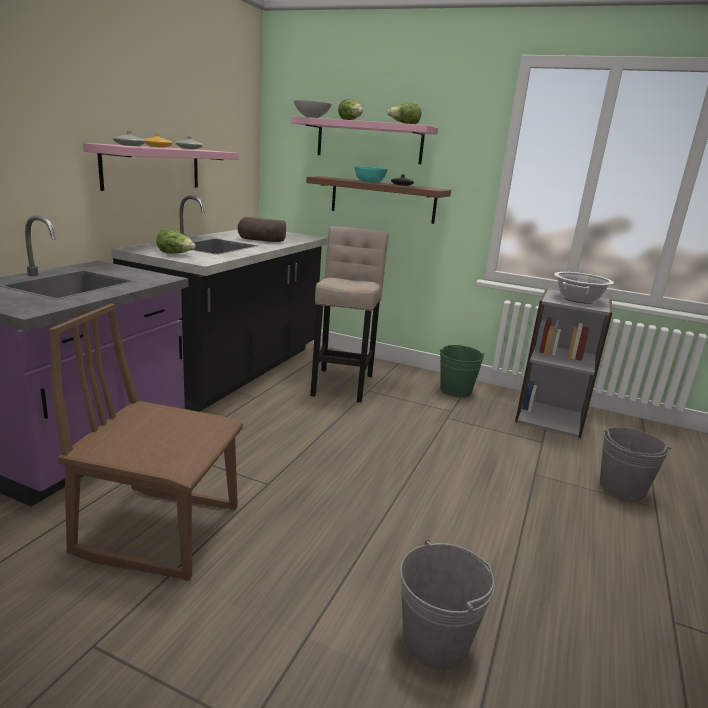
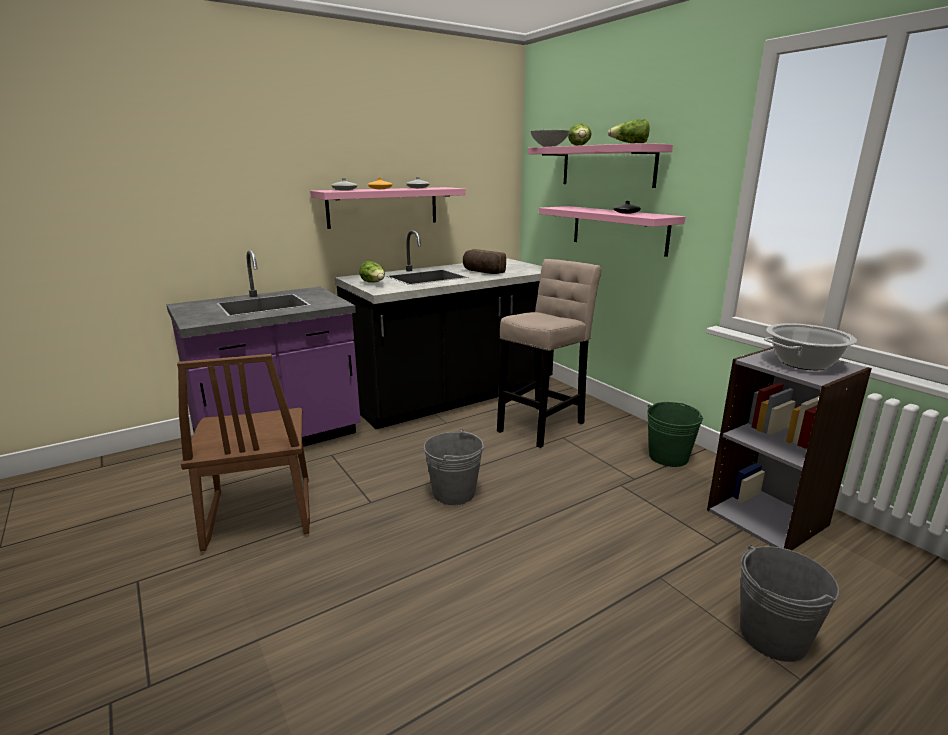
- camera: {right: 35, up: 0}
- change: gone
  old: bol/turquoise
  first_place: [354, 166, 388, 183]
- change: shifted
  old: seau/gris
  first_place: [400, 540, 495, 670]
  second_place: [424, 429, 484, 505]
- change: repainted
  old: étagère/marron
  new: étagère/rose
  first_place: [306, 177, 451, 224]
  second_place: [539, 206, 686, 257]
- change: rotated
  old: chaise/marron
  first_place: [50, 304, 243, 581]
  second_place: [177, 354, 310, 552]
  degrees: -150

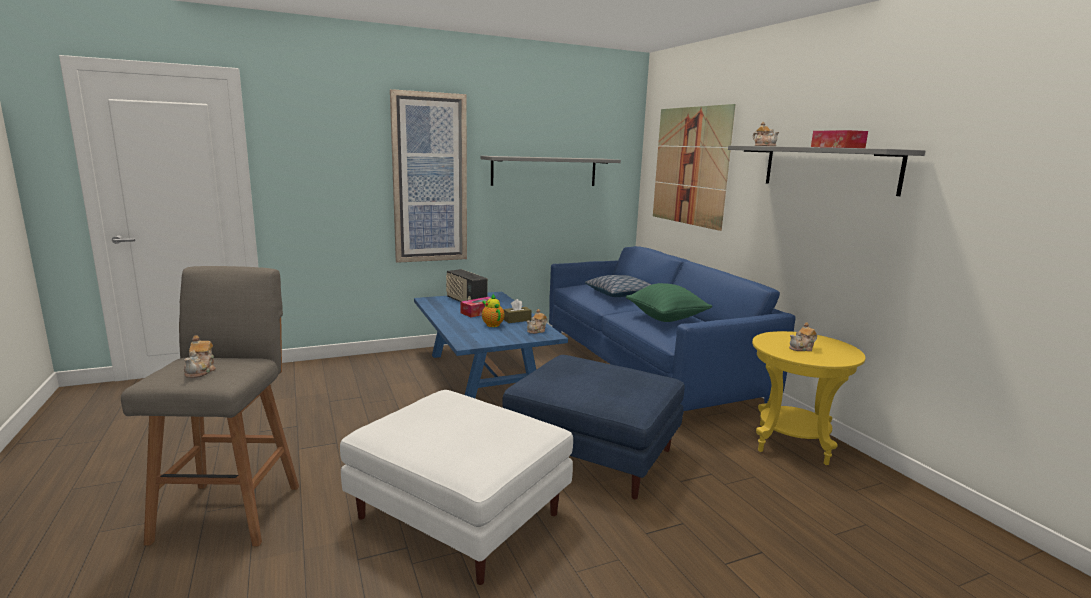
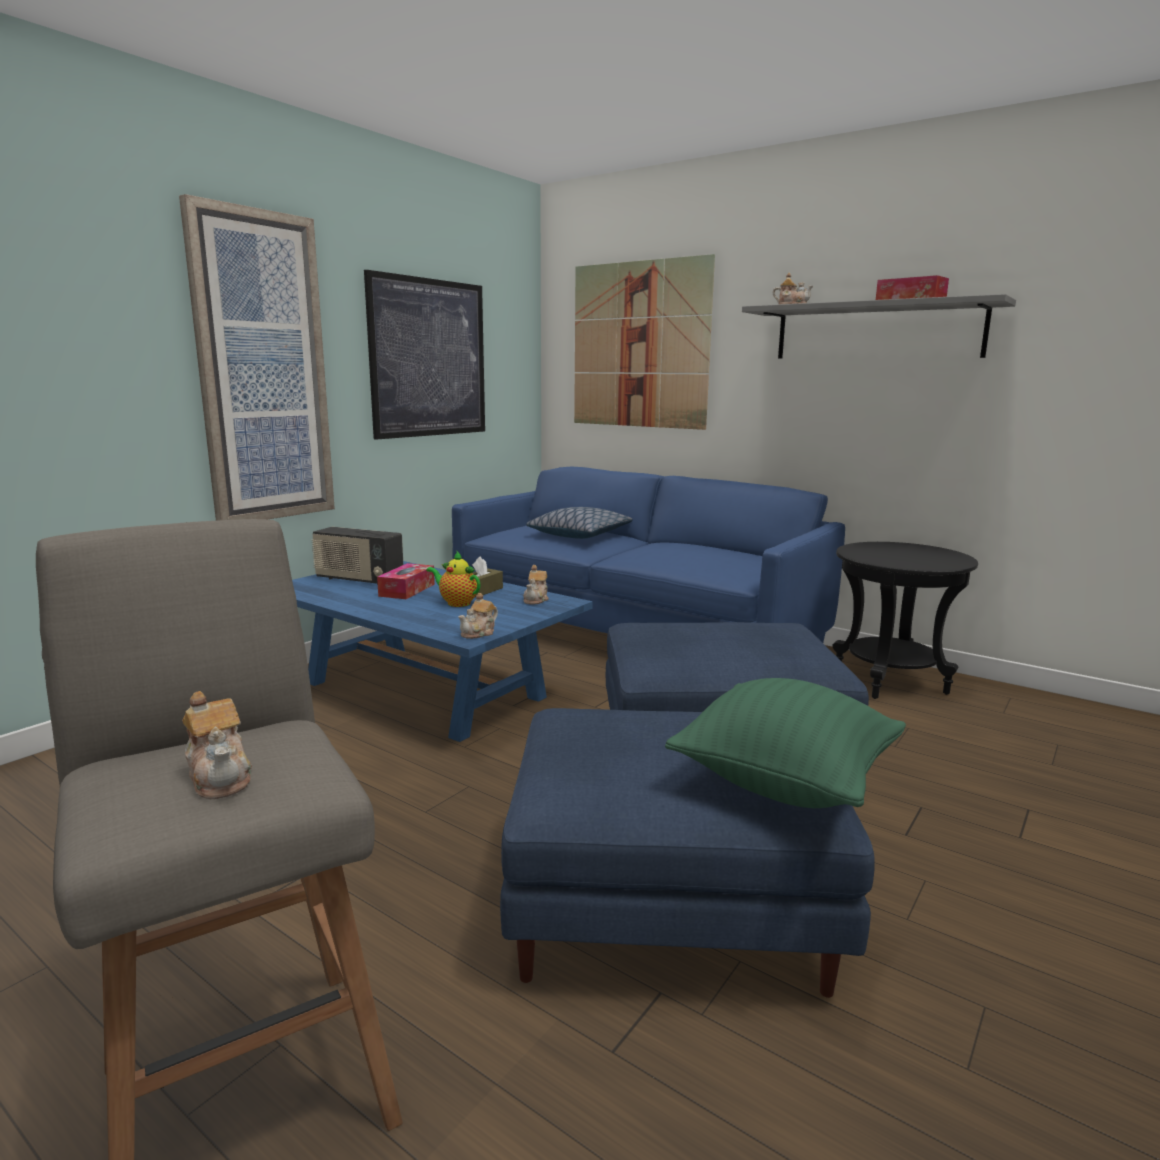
- camera: {right: -30, up: 0}
- change: shifted
  old: coussin/vert
  first_place: [626, 283, 712, 322]
  second_place: [665, 678, 906, 808]
- change: shifted
  old: théière
  first_place: [789, 322, 817, 351]
  second_place: [458, 593, 498, 639]
- change: swapped
  old: étagère/gris
  new: tableau
  first_place: [480, 156, 621, 186]
  second_place: [364, 270, 485, 440]
- change: repainted
  old: pouf/blanc
  new: pouf/bleu
  first_place: [340, 390, 573, 585]
  second_place: [500, 708, 875, 998]
- change: repainted
  old: table d'appoint/jaune
  new: table d'appoint/noir
  first_place: [752, 331, 866, 465]
  second_place: [833, 542, 978, 699]

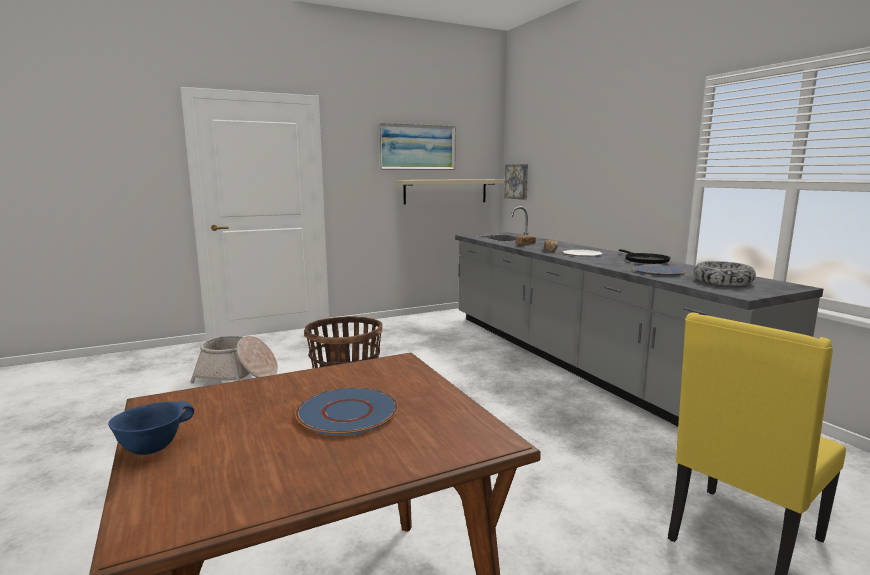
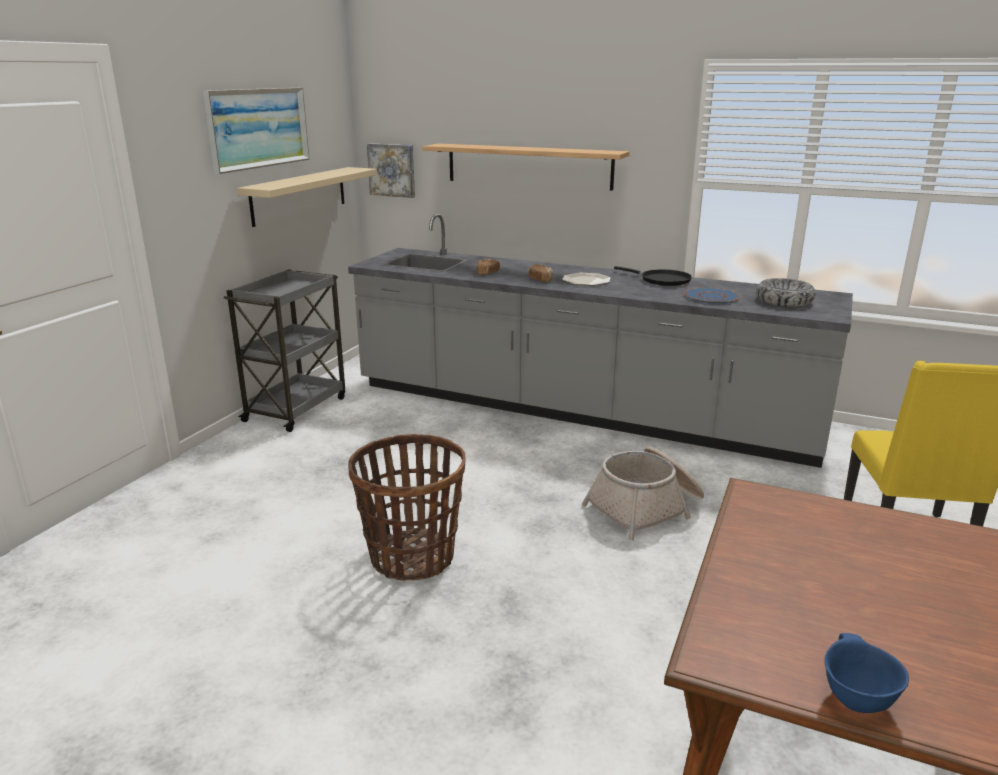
- camera: {right: -40, up: 10}
- change: gone
  old: assiette/bleu
  first_place: [295, 387, 398, 436]
- change: new
  new: chariot/gris
  second_place: [224, 269, 345, 432]
- change: new
  new: étagère
  second_place: [422, 143, 630, 191]
- change: shifted
  old: panier
  first_place: [190, 336, 278, 384]
  second_place: [582, 447, 704, 540]

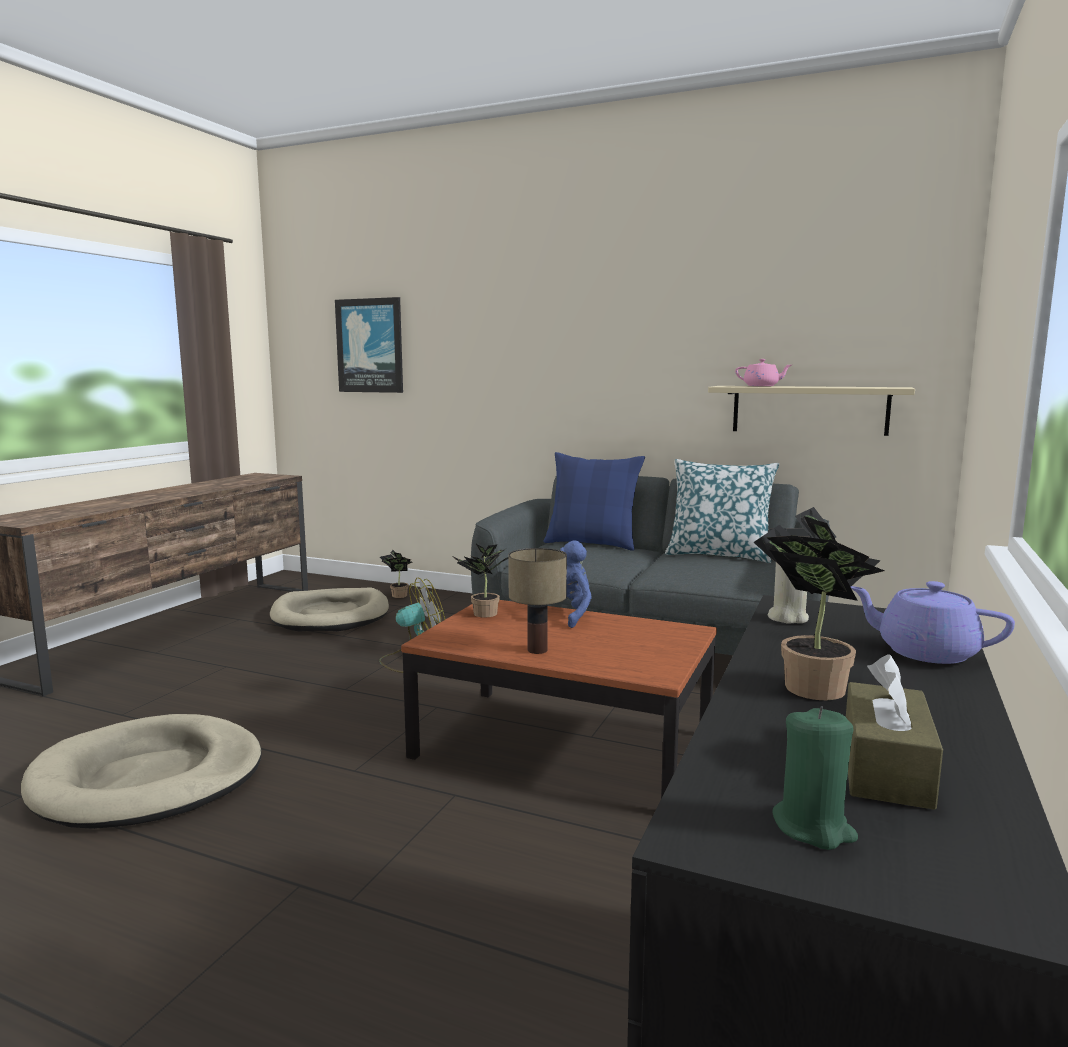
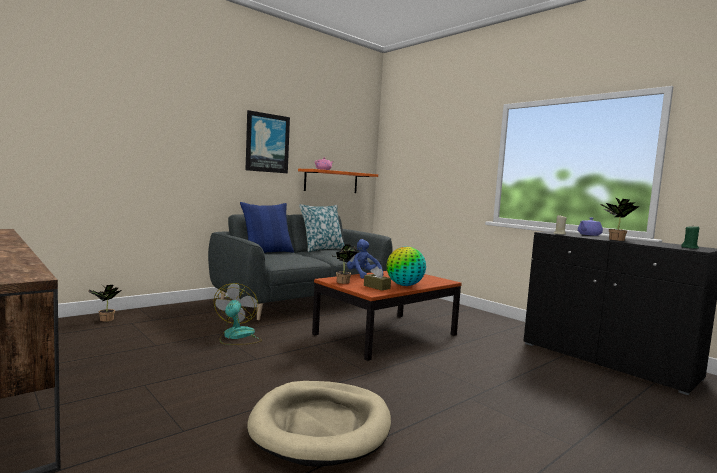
- camera: {right: -65, up: -5}
- change: gone
  old: panier pour chien/beige
  first_place: [270, 587, 389, 632]
- change: shifted
  old: tableau
  first_place: [335, 297, 403, 393]
  second_place: [246, 110, 290, 173]
- change: shifted
  old: boîte à mouchoirs/marron
  first_place: [846, 654, 943, 810]
  second_place: [364, 266, 391, 291]
- change: swapped
  old: lampe de table
  new: globe
  first_place: [508, 548, 567, 654]
  second_place: [387, 247, 426, 286]
- change: repainted
  old: étagère/beige
  new: étagère/orange
  first_place: [708, 386, 915, 436]
  second_place: [298, 169, 378, 193]

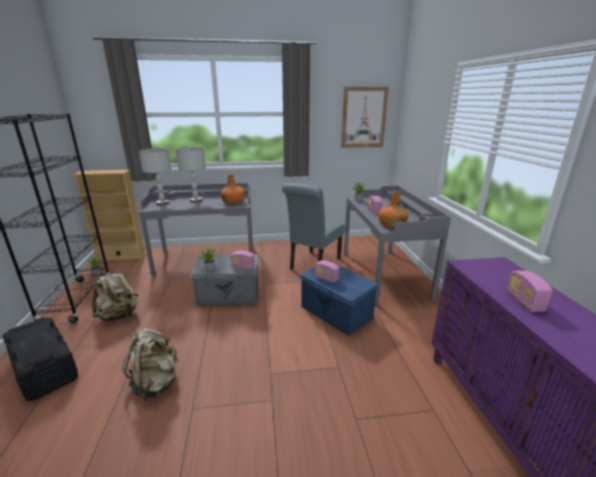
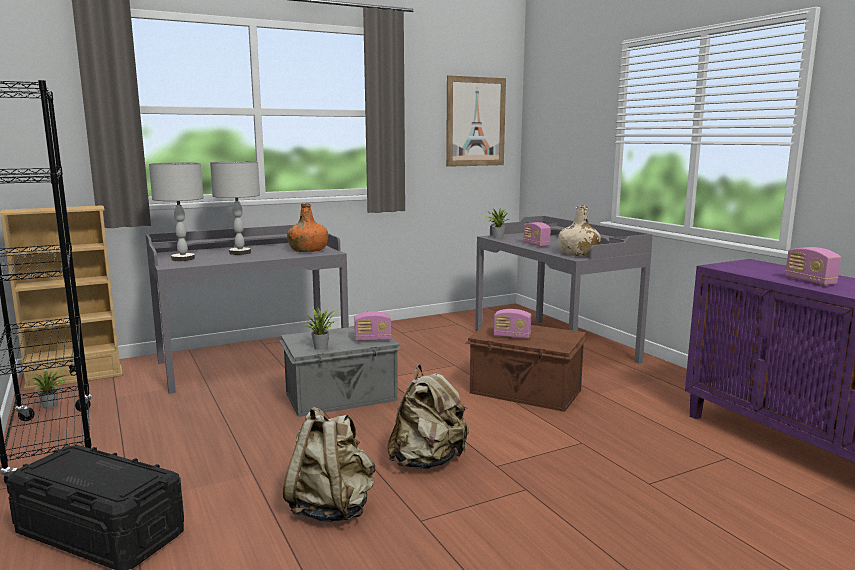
- camera: {right: -20, up: -10}
- change: gone
  old: chaise/gris
  first_place: [282, 183, 345, 271]
- change: shifted
  old: sac à dos/beige
  first_place: [92, 268, 139, 321]
  second_place: [387, 364, 469, 469]
- change: repainted
  old: boîte de rangement/bleu
  new: boîte de rangement/marron
  first_place: [298, 266, 379, 336]
  second_place: [466, 320, 588, 412]
- change: repainted
  old: bouteille/orange
  new: bouteille/beige
  first_place: [378, 192, 409, 228]
  second_place: [558, 205, 601, 256]

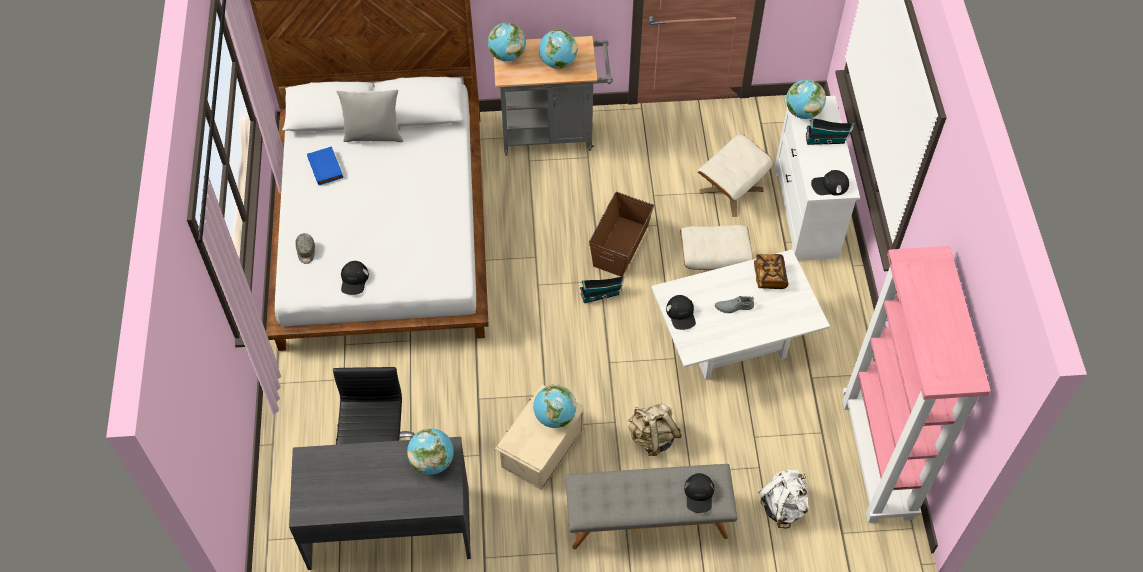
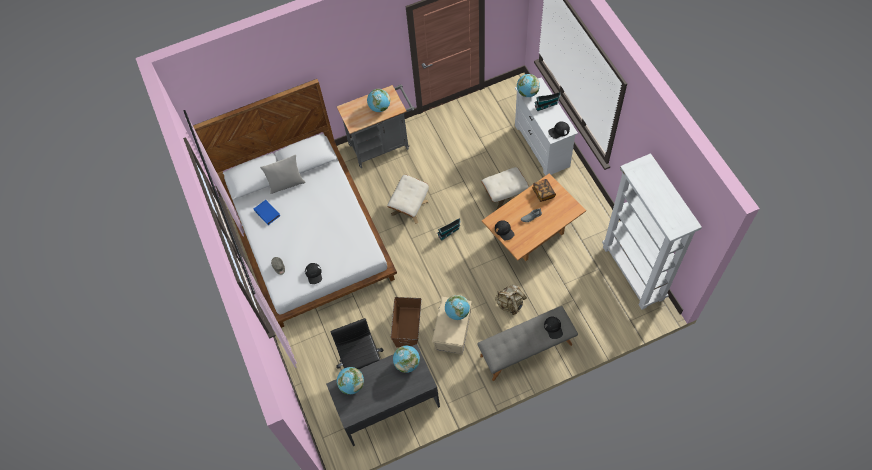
- camera: {right: -15, up: 5}
- change: gone
  old: sac à dos/blanc
  first_place: [758, 470, 809, 529]
- change: shifted
  old: globe
  first_place: [488, 23, 526, 61]
  second_place: [337, 367, 364, 395]
- change: shifted
  old: boîte de rangement/marron
  first_place: [589, 192, 654, 277]
  second_place: [391, 297, 422, 348]
- change: shifted
  old: pouf/beige
  first_place: [698, 134, 773, 217]
  second_place: [387, 175, 429, 224]
- change: repainted
  old: table basse/blanc
  new: table basse/marron
  first_place: [652, 250, 830, 380]
  second_place: [482, 173, 586, 261]
- change: repainted
  old: bibliothèque/rose
  new: bibliothèque/blanc
  first_place: [842, 246, 991, 523]
  second_place: [602, 153, 702, 310]

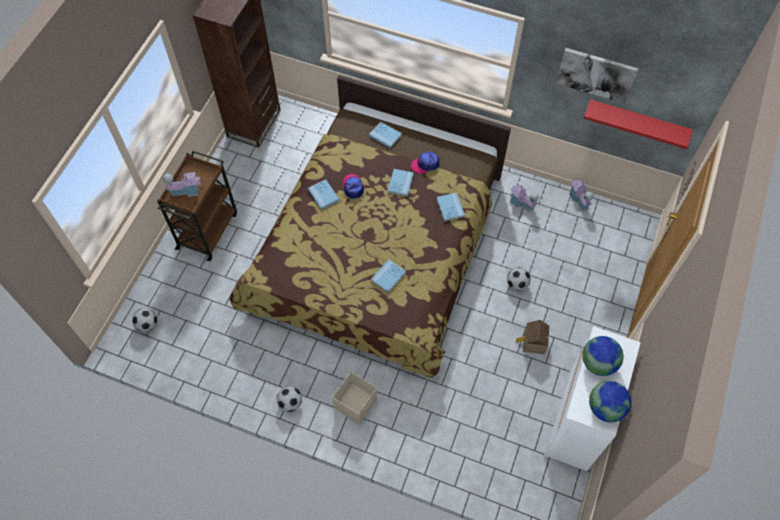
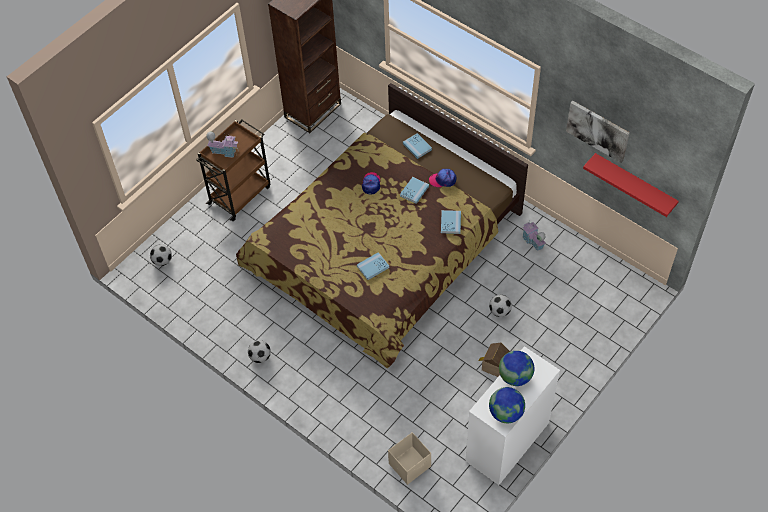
- camera: {right: 20, up: -5}
- change: gone
  old: livre/bleu
  first_place: [308, 180, 339, 210]
- change: gone
  old: maison miniature
  first_place: [570, 177, 593, 210]
- change: shifted
  old: boîte de rangement/beige
  first_place: [332, 371, 377, 425]
  second_place: [388, 432, 431, 485]

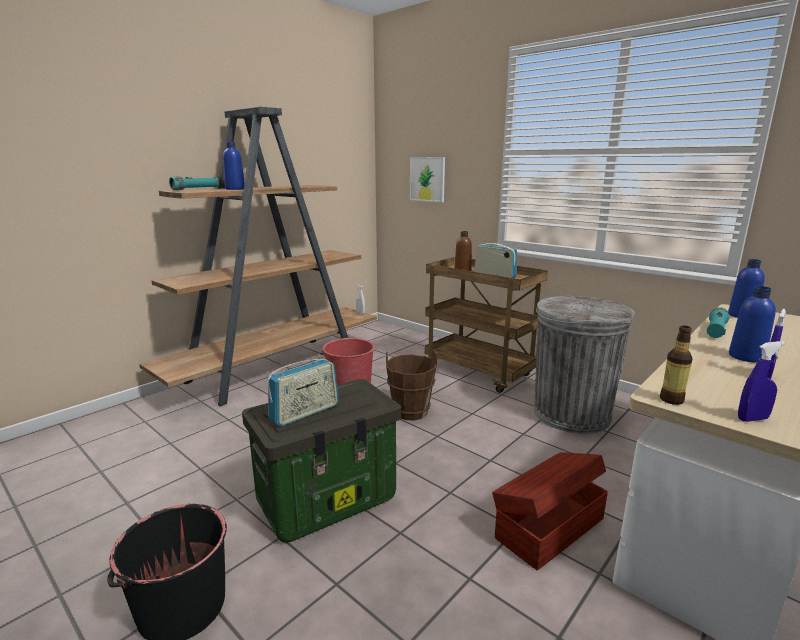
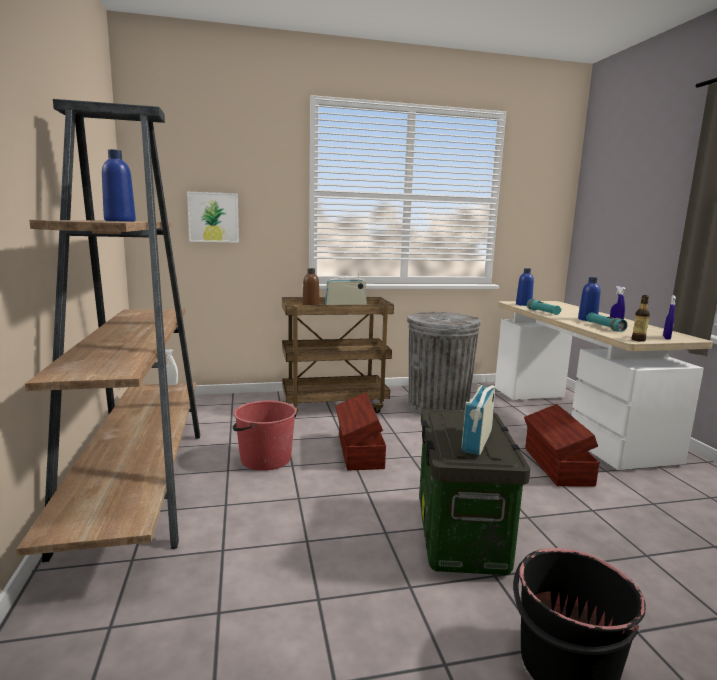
- camera: {right: -55, up: -5}
- change: shifted
  old: lampe de poche/turquoise
  first_place: [169, 176, 218, 190]
  second_place: [586, 312, 628, 332]
- change: swapped
  old: seau/marron
  new: boîte de rangement/marron
  first_place: [386, 349, 437, 421]
  second_place: [335, 392, 386, 470]
- change: rotated
  old: radio
  first_place: [268, 359, 339, 427]
  second_place: [461, 377, 496, 455]
  degrees: -150

